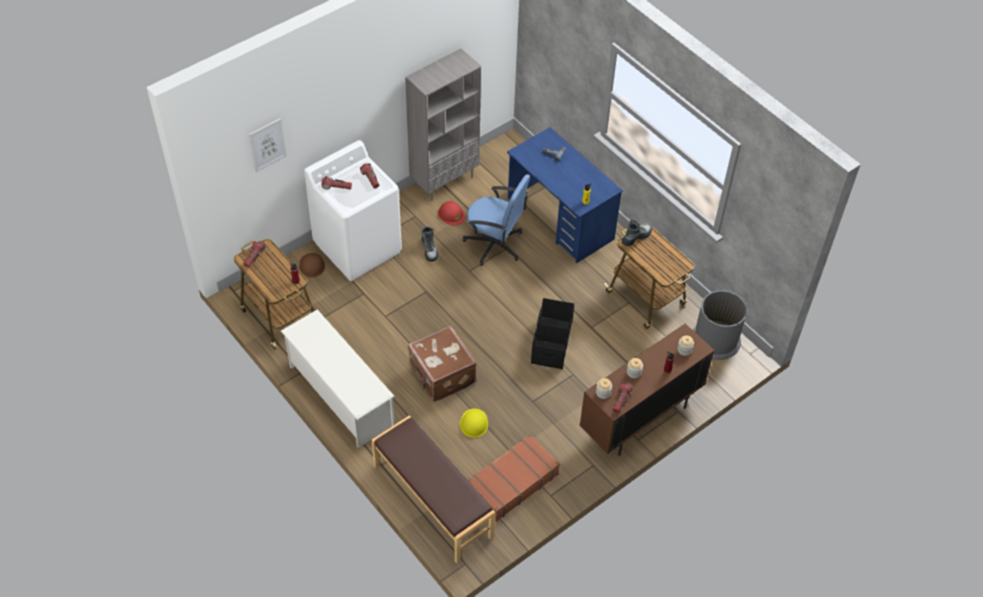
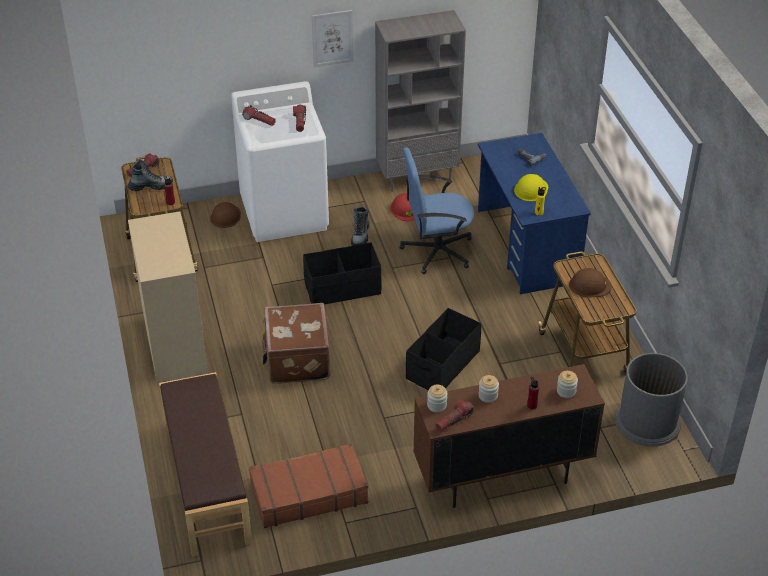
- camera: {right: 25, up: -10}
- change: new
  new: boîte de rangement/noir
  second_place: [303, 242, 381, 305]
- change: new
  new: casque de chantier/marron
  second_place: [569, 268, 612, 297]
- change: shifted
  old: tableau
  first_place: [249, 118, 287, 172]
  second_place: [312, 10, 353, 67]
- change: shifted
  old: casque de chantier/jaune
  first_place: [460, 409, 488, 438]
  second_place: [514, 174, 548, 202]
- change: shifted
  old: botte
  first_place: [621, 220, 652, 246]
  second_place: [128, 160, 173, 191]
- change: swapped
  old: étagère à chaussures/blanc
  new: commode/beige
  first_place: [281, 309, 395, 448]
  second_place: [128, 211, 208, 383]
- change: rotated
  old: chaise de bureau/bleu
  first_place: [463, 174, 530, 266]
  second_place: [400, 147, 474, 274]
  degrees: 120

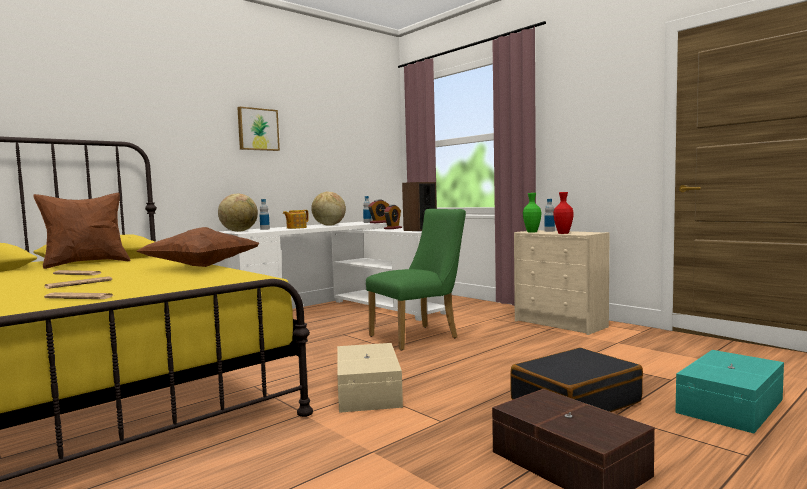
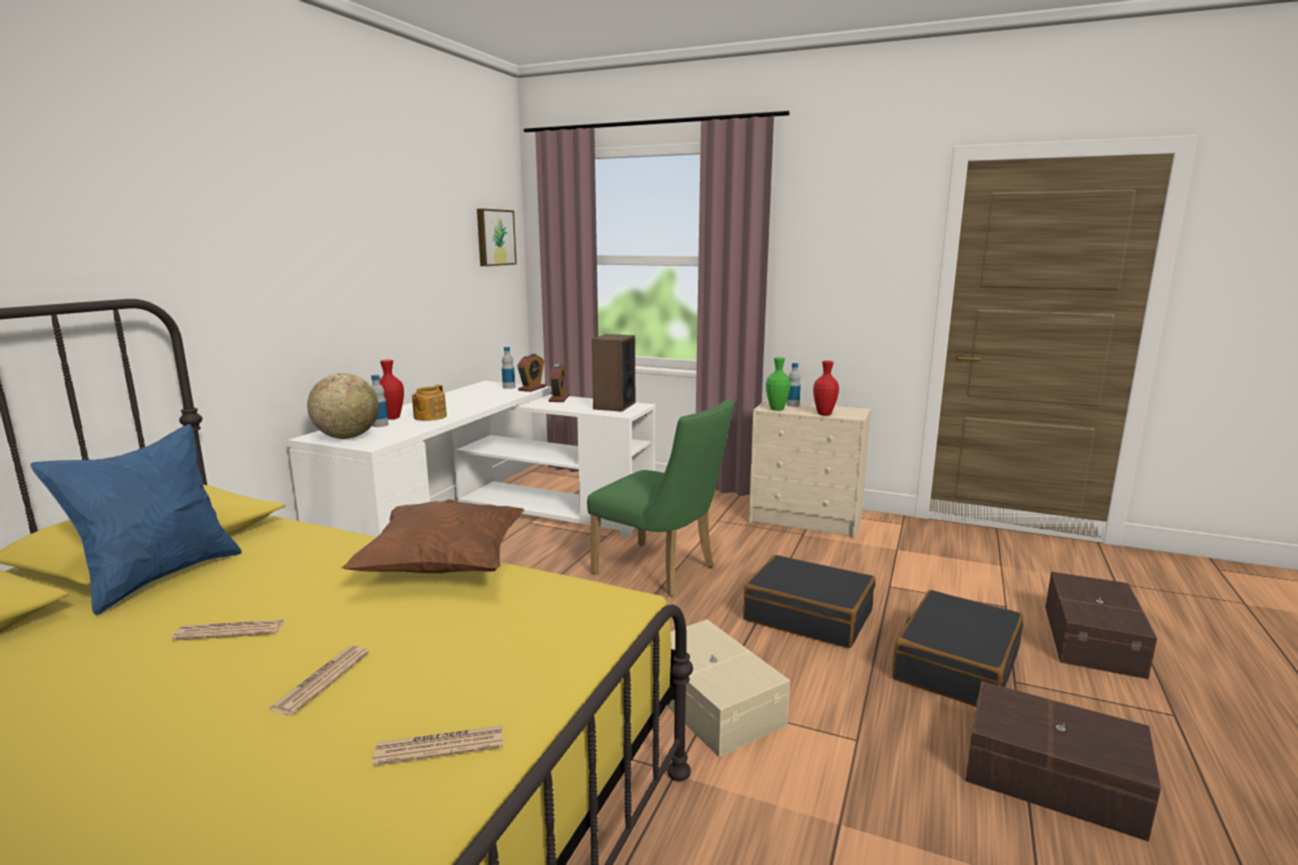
- camera: {right: -25, up: 10}
- change: gone
  old: globe
  first_place: [311, 192, 346, 226]
- change: new
  new: vase/rouge
  second_place: [380, 360, 404, 420]
- change: new
  new: valise/noir
  second_place: [743, 555, 876, 648]
- change: shifted
  old: tableau
  first_place: [237, 107, 280, 151]
  second_place: [477, 209, 517, 266]
- change: repainted
  old: coussin/marron
  new: coussin/bleu
  first_place: [33, 193, 130, 269]
  second_place: [30, 424, 242, 615]
- change: repainted
  old: boîte de rangement/turquoise
  new: boîte de rangement/marron
  first_place: [675, 350, 784, 433]
  second_place: [1045, 572, 1157, 679]
- change: rotated
  old: chaise/vert
  first_place: [366, 209, 466, 351]
  second_place: [587, 399, 734, 597]
  degrees: 90

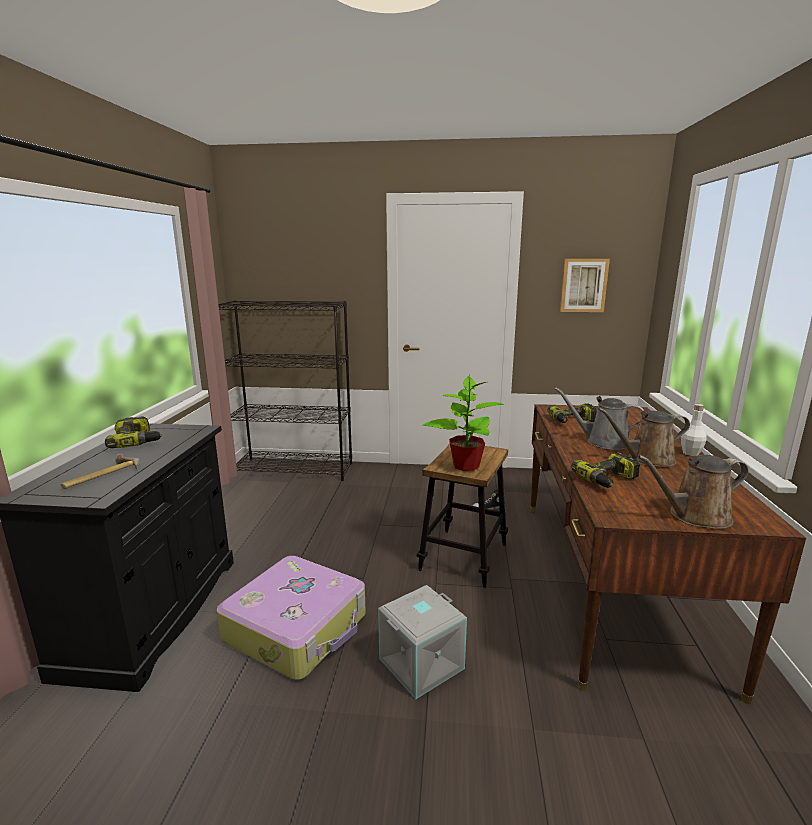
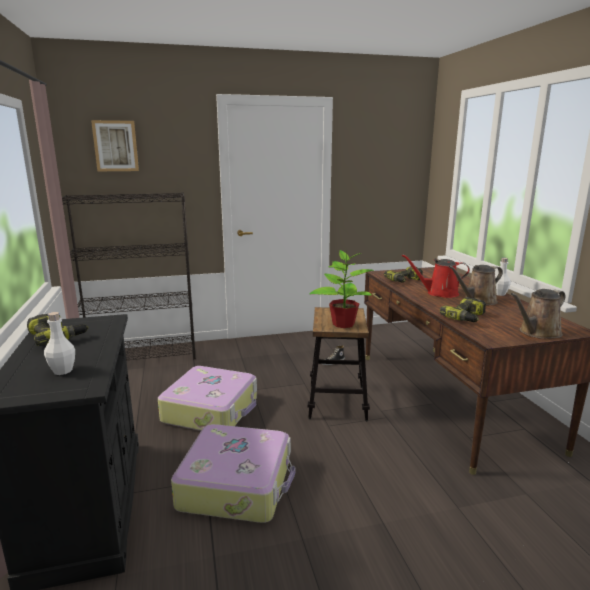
- camera: {right: -20, up: 0}
- change: gone
  old: boîte de rangement/gris
  first_place: [378, 585, 467, 699]
- change: new
  new: valise
  second_place: [158, 366, 257, 431]
- change: shifted
  old: tableau
  first_place: [560, 259, 610, 312]
  second_place: [91, 120, 139, 171]
- change: swapped
  old: marteau
  new: bouteille/blanc
  first_place: [61, 454, 140, 489]
  second_place: [44, 312, 75, 375]
- change: repainted
  old: arrosoir/gris
  new: arrosoir/rouge
  first_place: [555, 387, 644, 450]
  second_place: [402, 254, 470, 298]

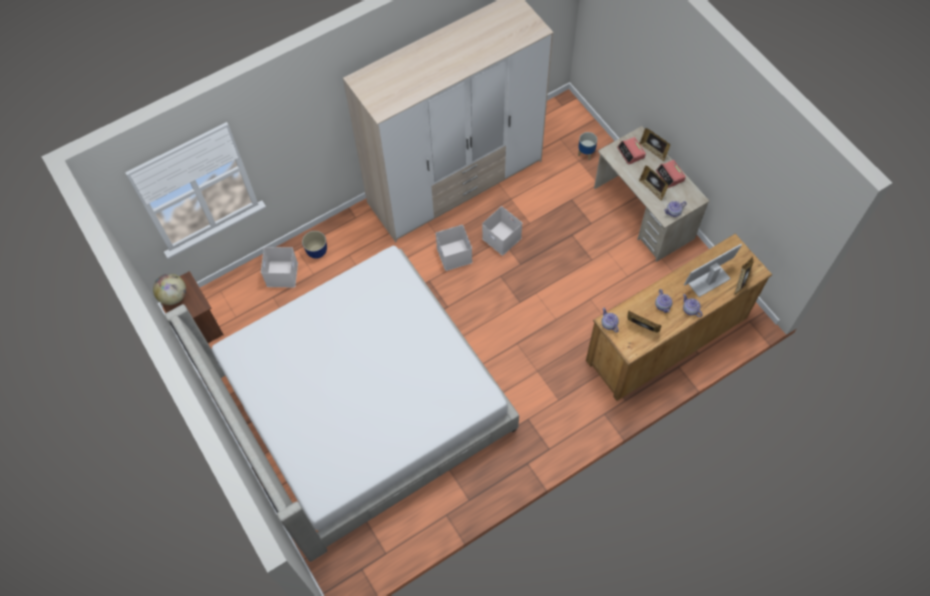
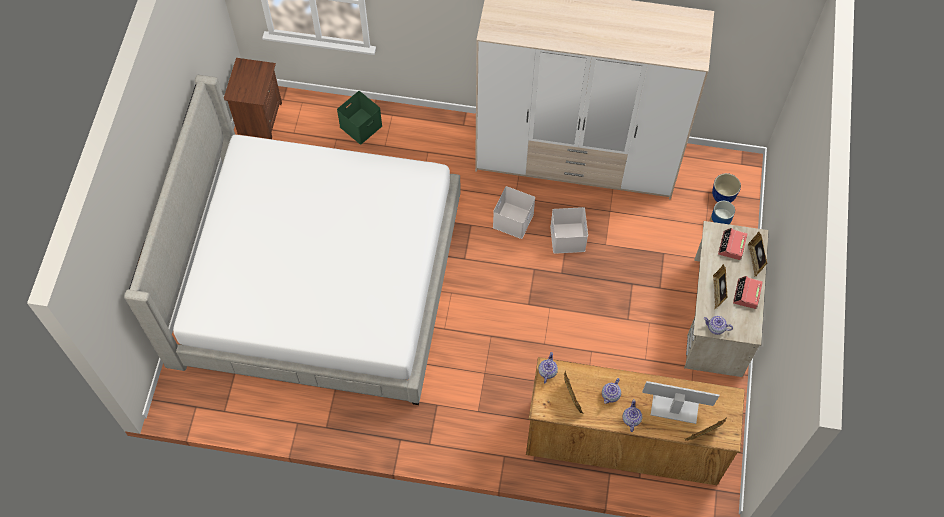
- camera: {right: 40, up: 0}
- change: gone
  old: globe
  first_place: [153, 273, 186, 305]
- change: shifted
  old: cache-pot
  first_place: [302, 231, 327, 259]
  second_place: [712, 173, 741, 203]
- change: repainted
  old: boîte de rangement/blanc
  new: boîte de rangement/vert
  first_place: [261, 247, 298, 287]
  second_place: [337, 91, 382, 144]

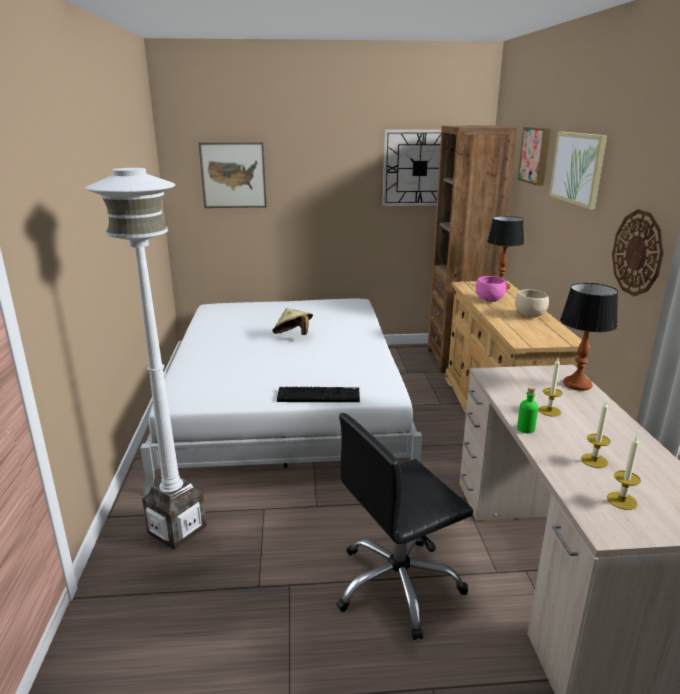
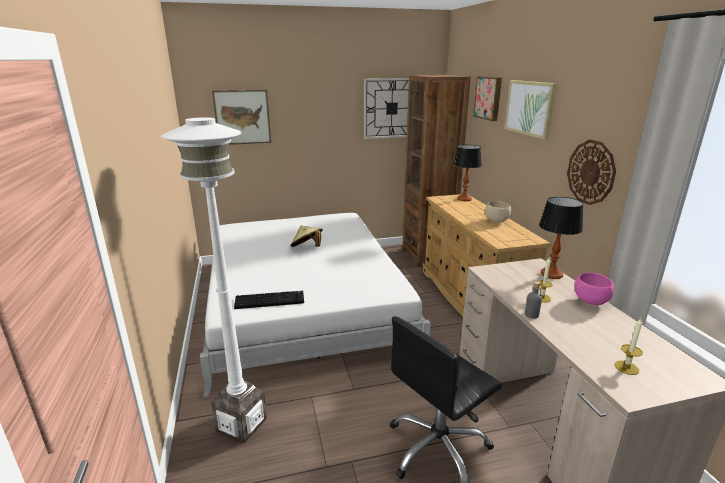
- camera: {right: -10, up: 0}
- change: gone
  old: bougie
  first_place: [581, 400, 610, 468]
- change: shifted
  old: clavier
  first_place: [277, 387, 360, 402]
  second_place: [234, 291, 304, 309]
- change: shifted
  old: bol/rose
  first_place: [475, 276, 506, 302]
  second_place: [574, 273, 614, 305]
- change: repainted
  old: bouteille/vert
  new: bouteille/gris
  first_place: [517, 386, 538, 434]
  second_place: [525, 281, 542, 319]

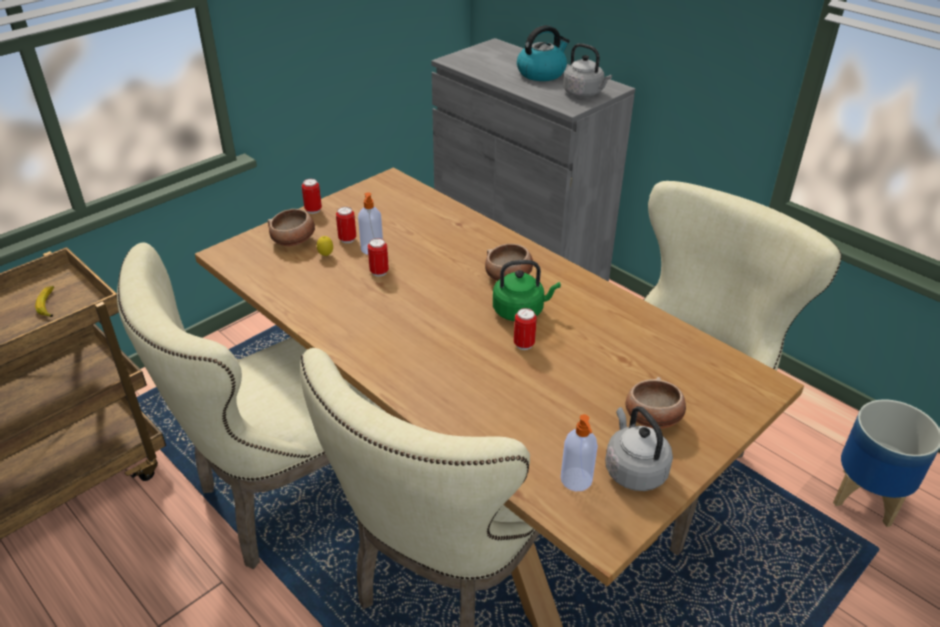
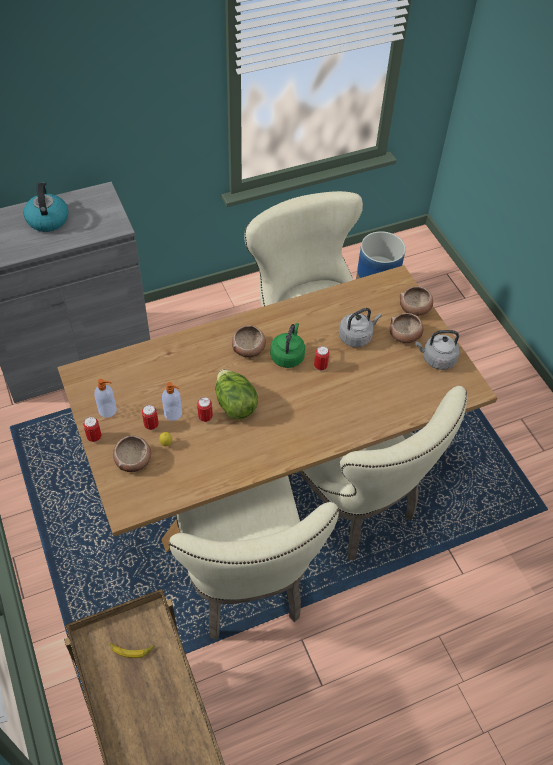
- camera: {right: -70, up: 15}
- change: new
  new: laitue
  second_place: [215, 369, 258, 420]
- change: new
  new: bol
  second_place: [400, 286, 433, 316]
- change: shifted
  old: distributeur de savon
  first_place: [561, 414, 598, 491]
  second_place: [94, 379, 117, 418]
- change: shifted
  old: bouilloire/gris
  first_place: [563, 43, 612, 97]
  second_place: [339, 308, 382, 347]

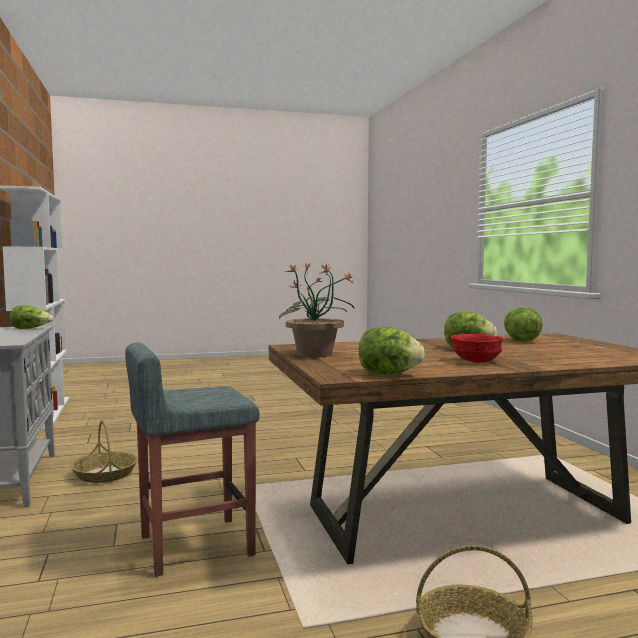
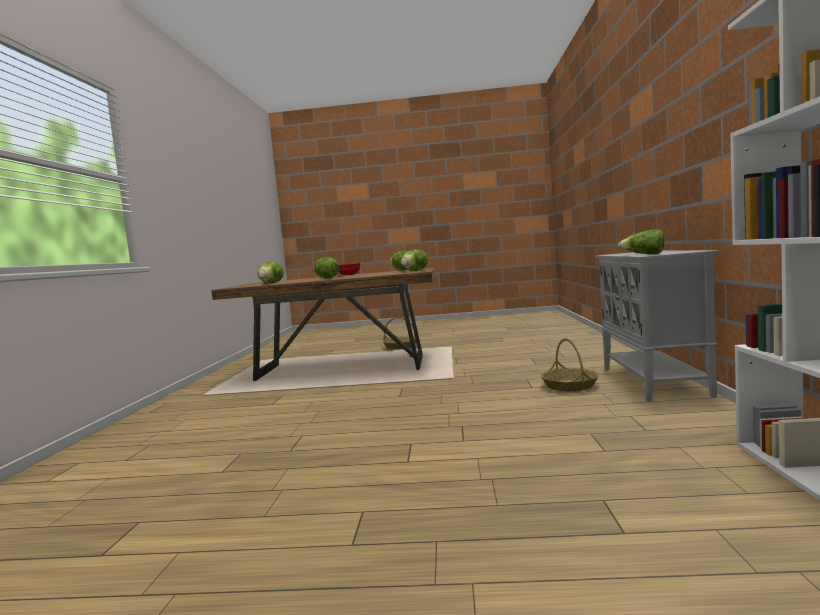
- camera: {right: -160, up: 0}
- change: gone
  old: tabouret/gris
  first_place: [125, 342, 260, 577]
- change: swapped
  old: plante en pot
  new: laitue
  first_place: [279, 262, 355, 357]
  second_place: [401, 249, 428, 271]

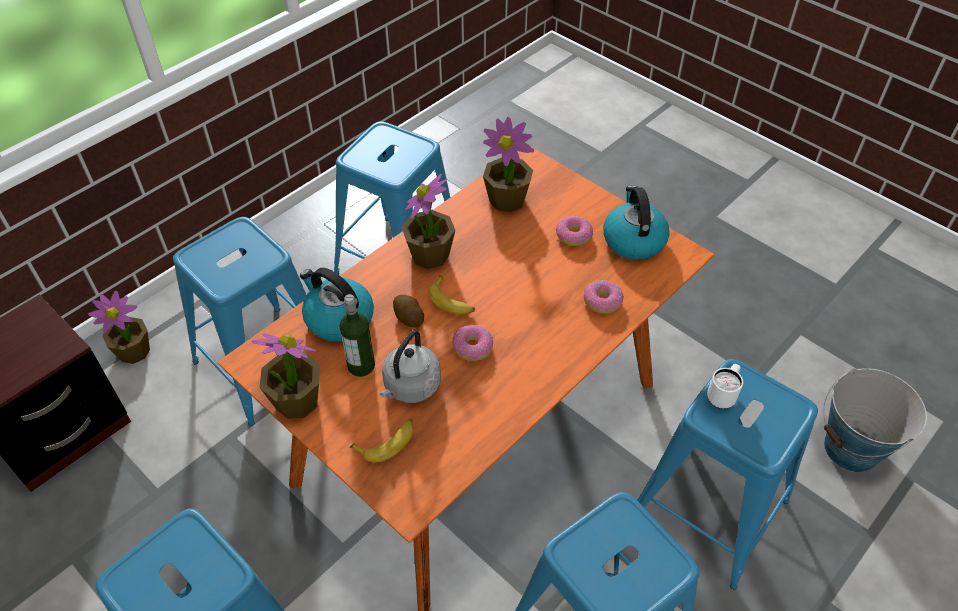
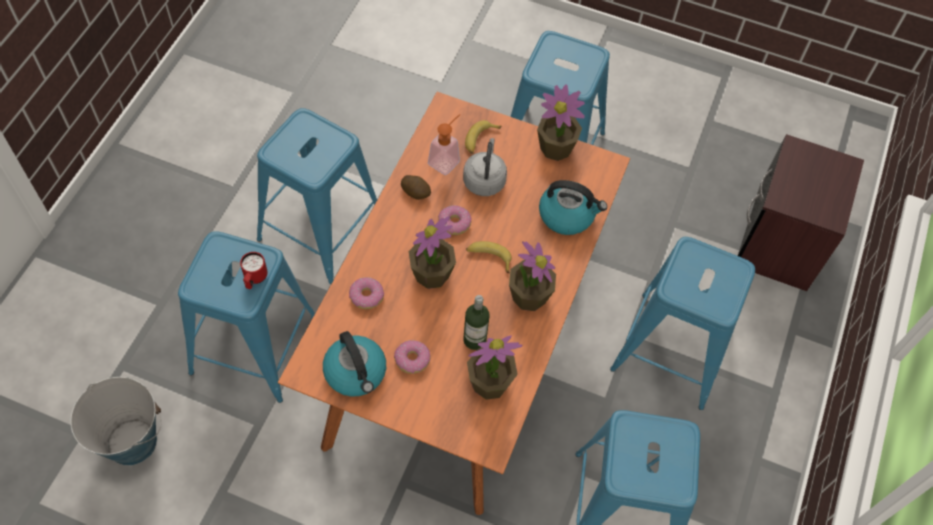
- camera: {right: 155, up: 10}
- change: new
  new: distributeur de savon
  second_place: [428, 114, 460, 175]
- change: shifted
  old: plante en pot
  first_place: [88, 291, 150, 364]
  second_place: [409, 216, 456, 289]
- change: shifted
  old: bouteille
  first_place: [340, 294, 375, 377]
  second_place: [463, 295, 489, 350]
- change: shifted
  old: pomme de terre
  first_place: [393, 295, 424, 327]
  second_place: [401, 175, 431, 200]
- change: repainted
  old: mug/blanc
  new: mug/rouge
  first_place: [707, 364, 743, 409]
  second_place: [240, 252, 268, 289]

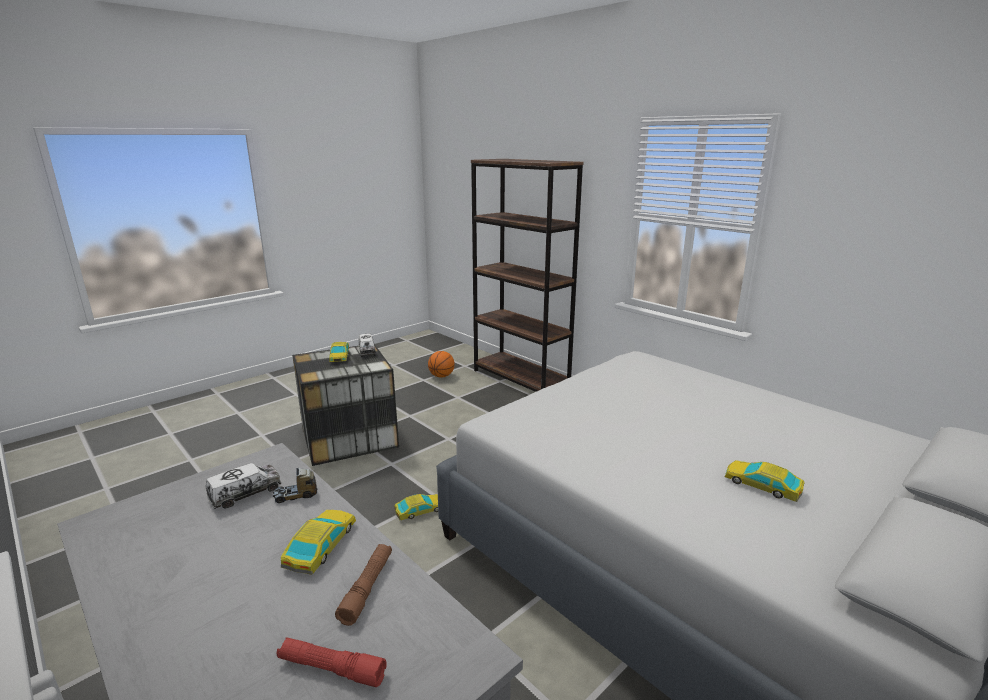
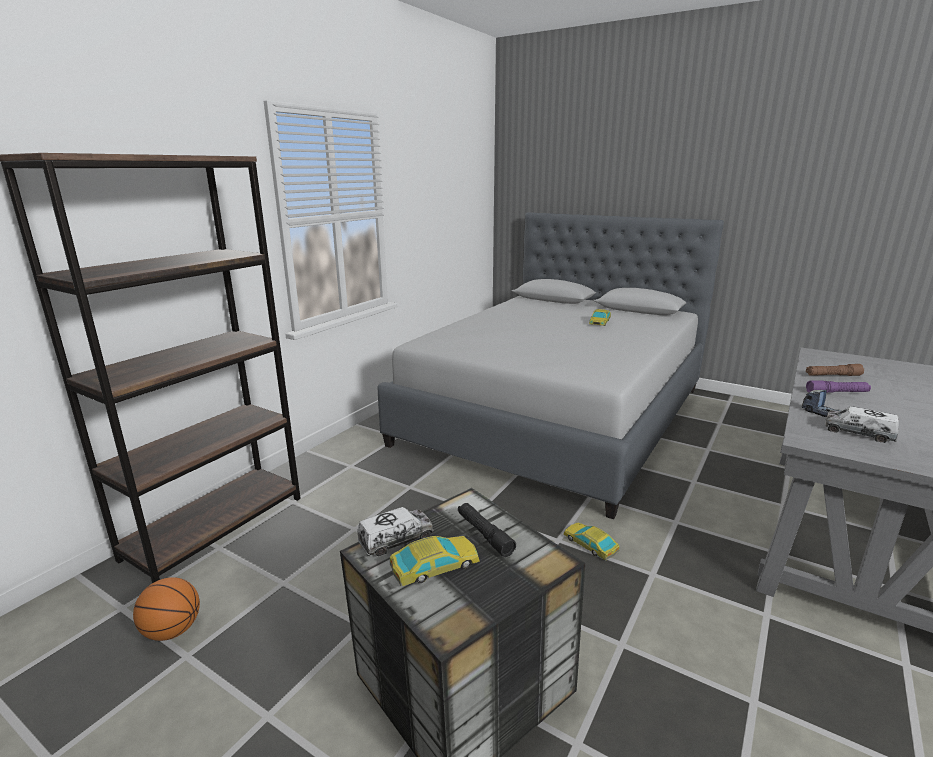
- camera: {right: -105, up: 0}
- change: gone
  old: lampe de poche/rouge
  first_place: [276, 638, 387, 687]
- change: new
  new: lampe de poche/noir
  second_place: [458, 503, 516, 557]
- change: swapped
  old: petite voiture
  new: lampe de poche/violet
  first_place: [281, 510, 356, 575]
  second_place: [806, 380, 871, 393]

